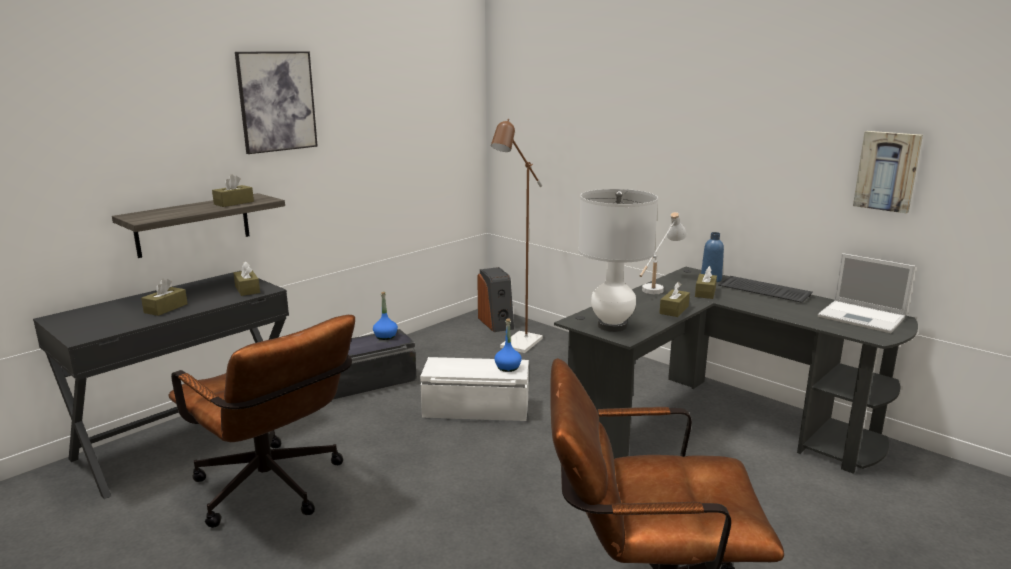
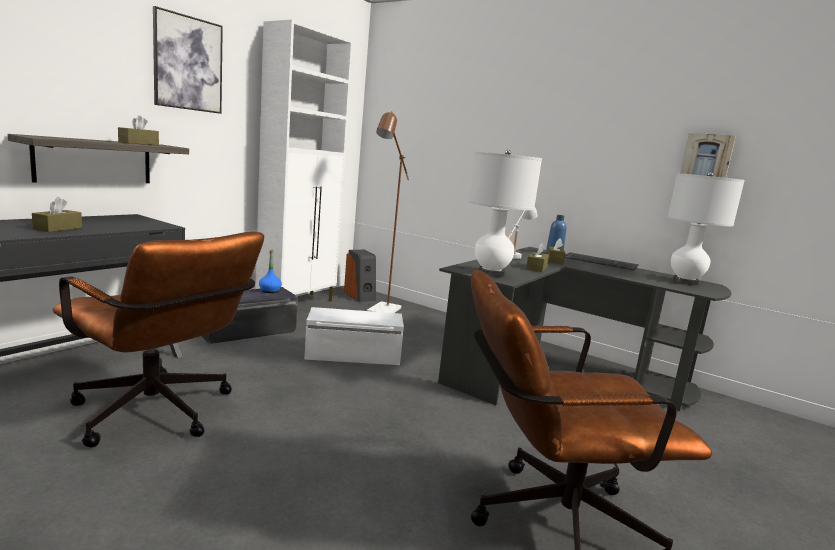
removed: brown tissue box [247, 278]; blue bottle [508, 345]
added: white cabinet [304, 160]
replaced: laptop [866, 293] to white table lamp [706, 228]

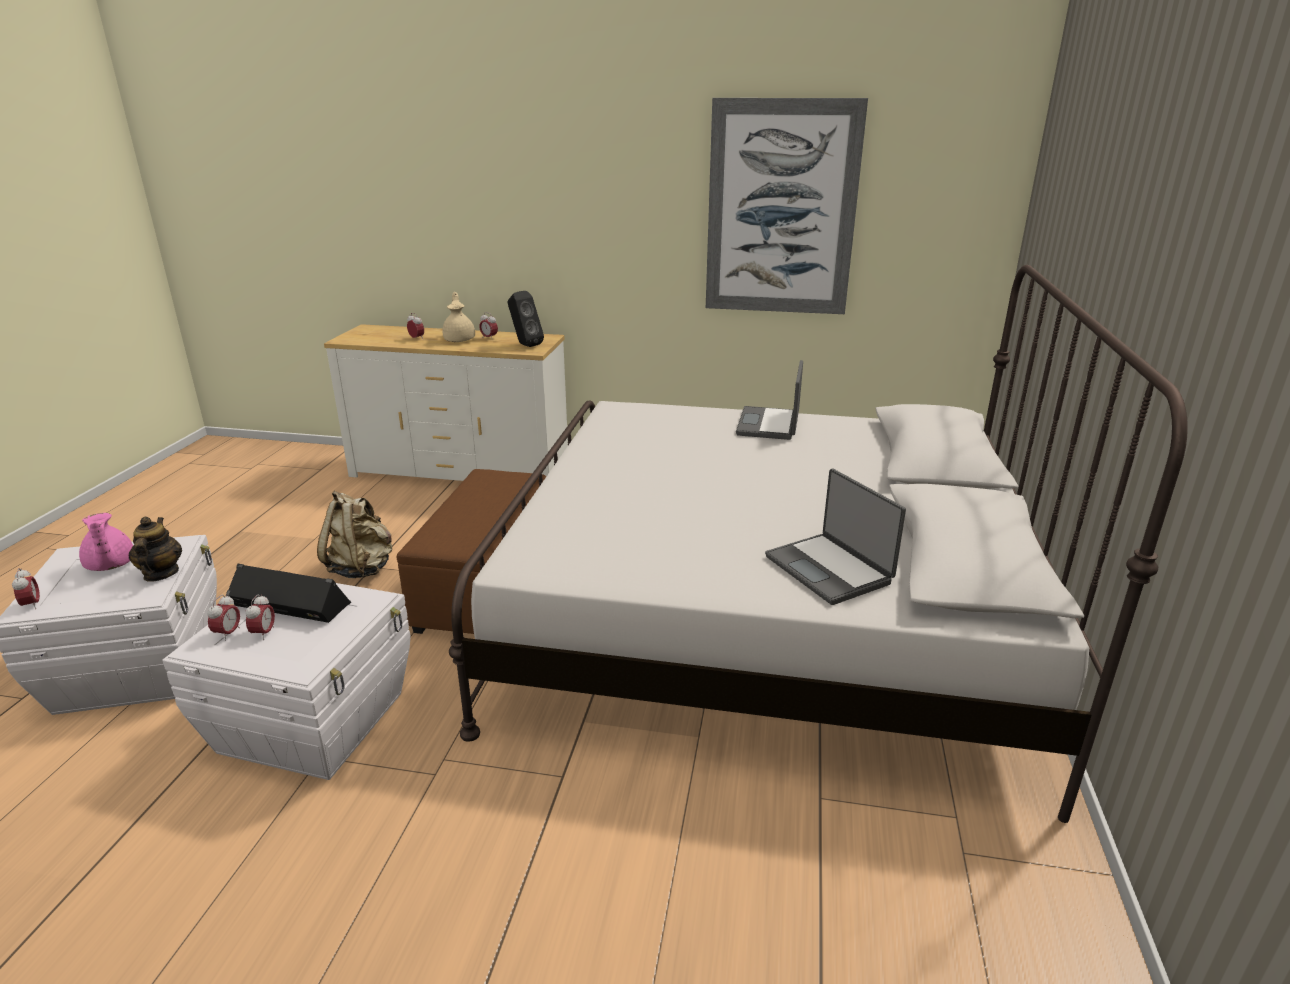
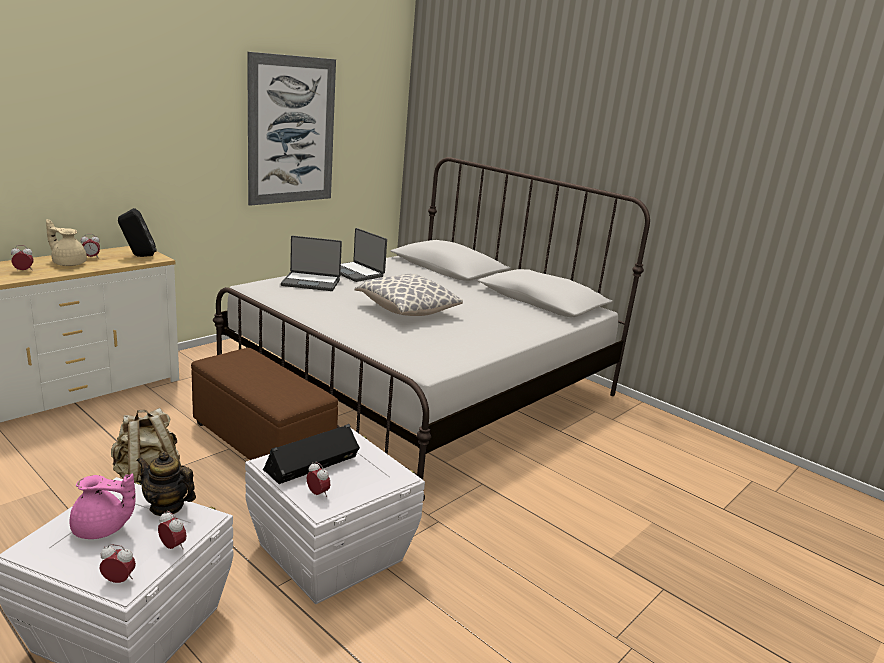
added: pillow [409, 295]
moved: alarm clock [260, 617] to [172, 530]; laptop [835, 537] to [311, 263]

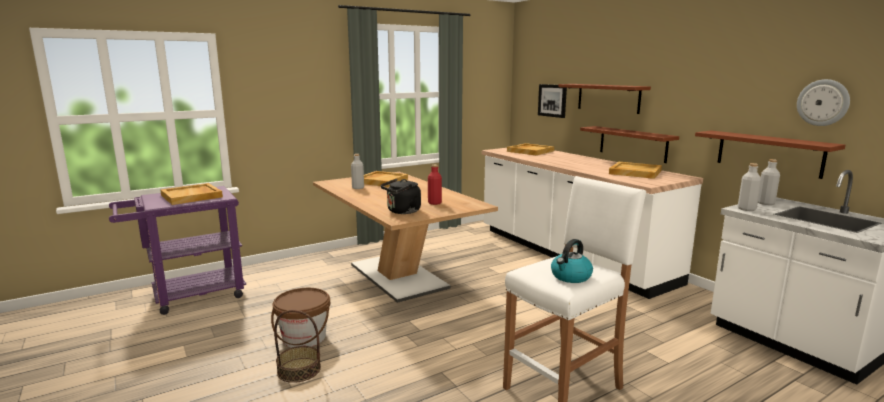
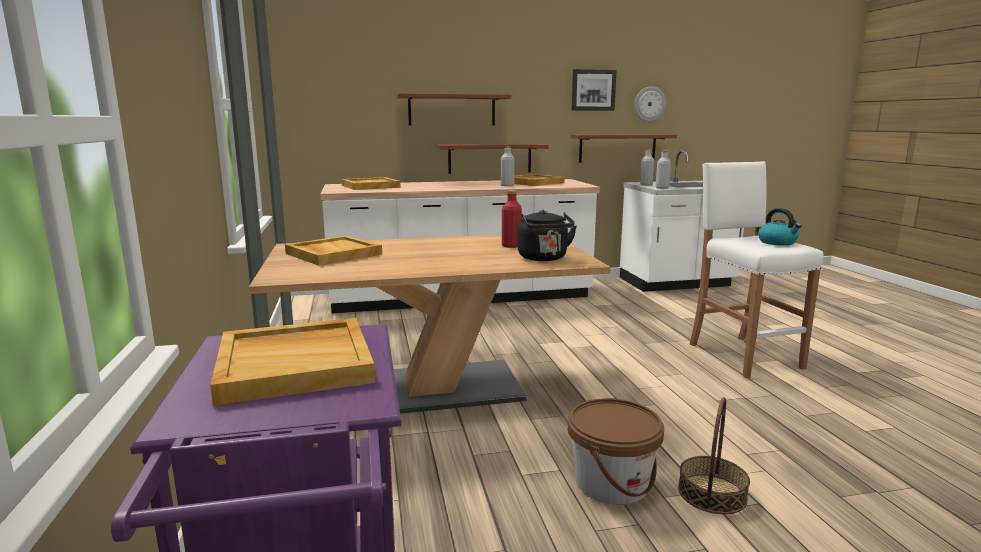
moved: grey bottle [357, 171] to [508, 166]; picture [552, 101] to [594, 90]

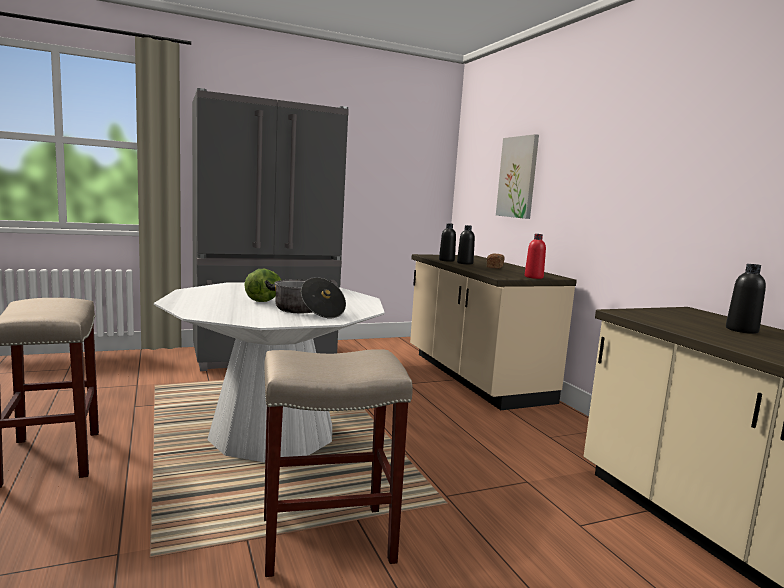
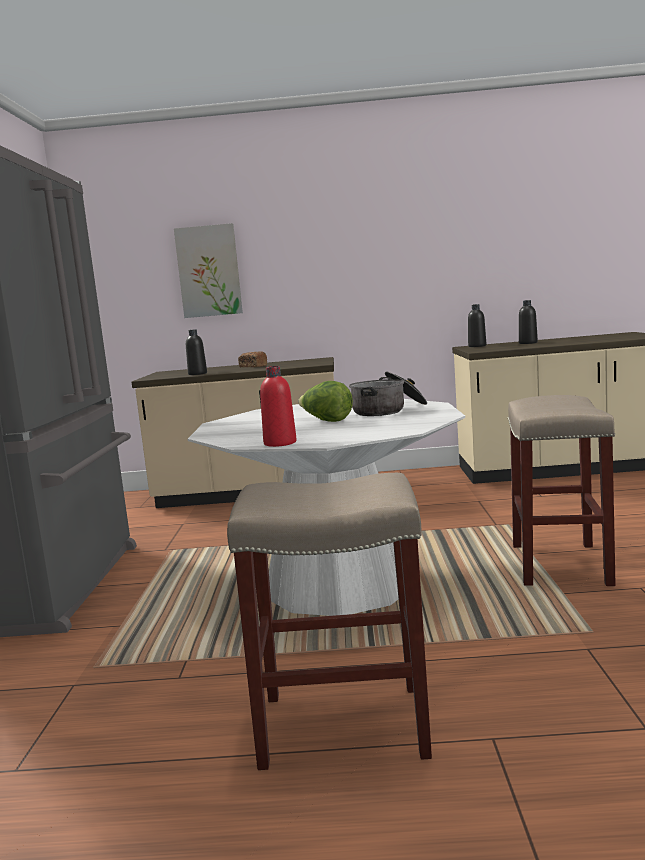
moved: red bottle [535, 256] to [278, 406]; black bottle [466, 244] to [477, 325]

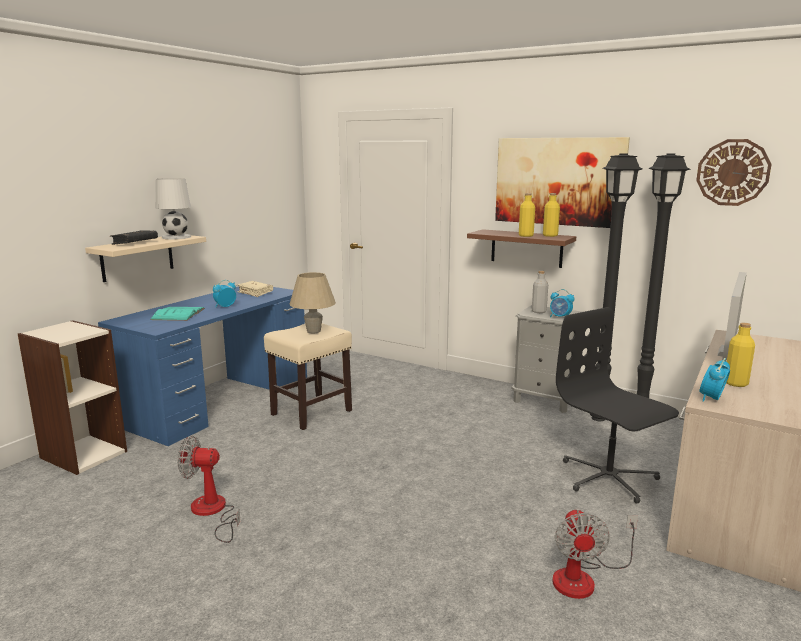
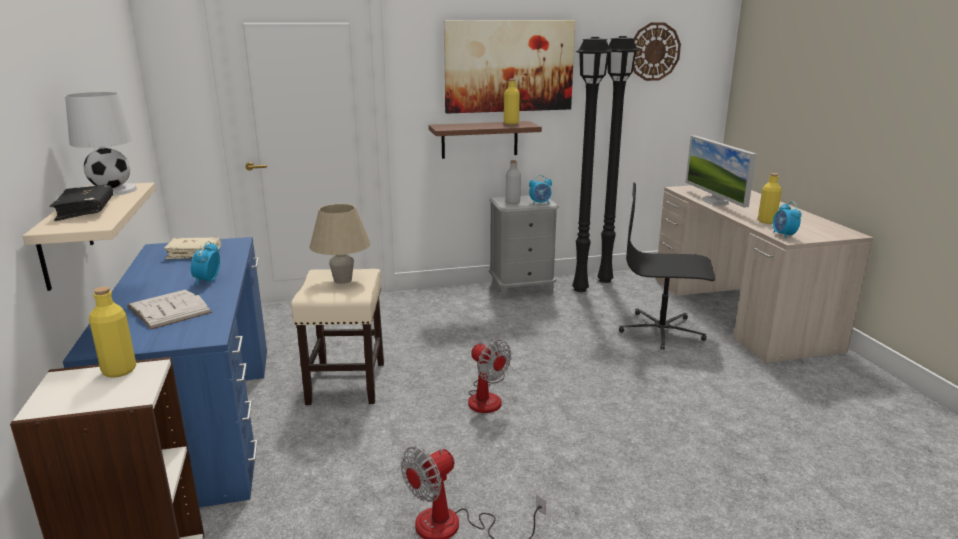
moved: yellow bottle [527, 215] to [112, 332]; fan [595, 554] to [489, 375]
recoloured: turquoise book [177, 314] to white book [169, 309]

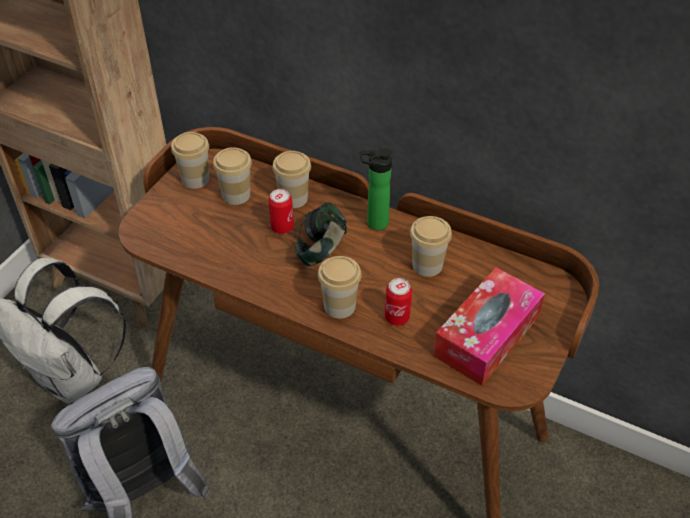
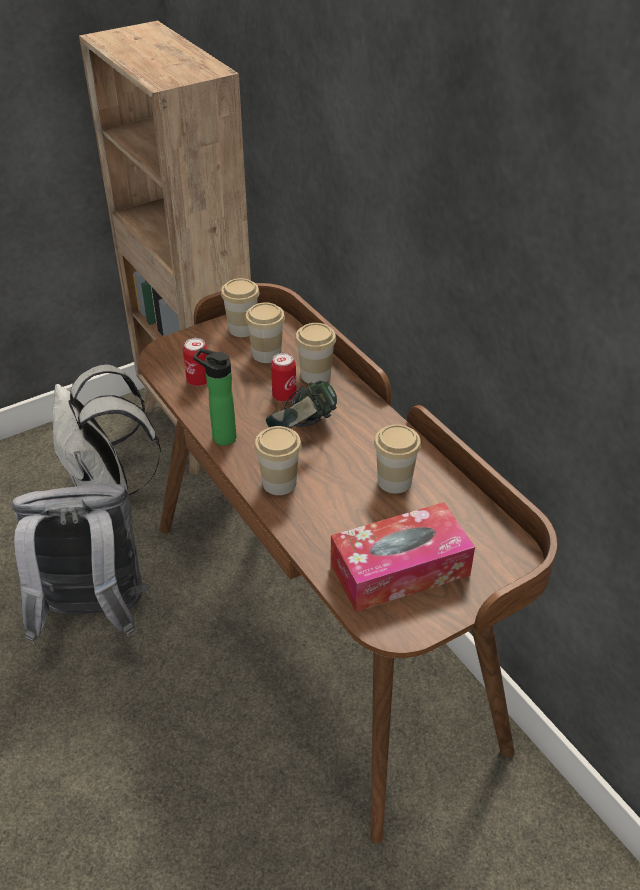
moved: can [398, 302] to [195, 362]; bottle [376, 189] to [214, 397]

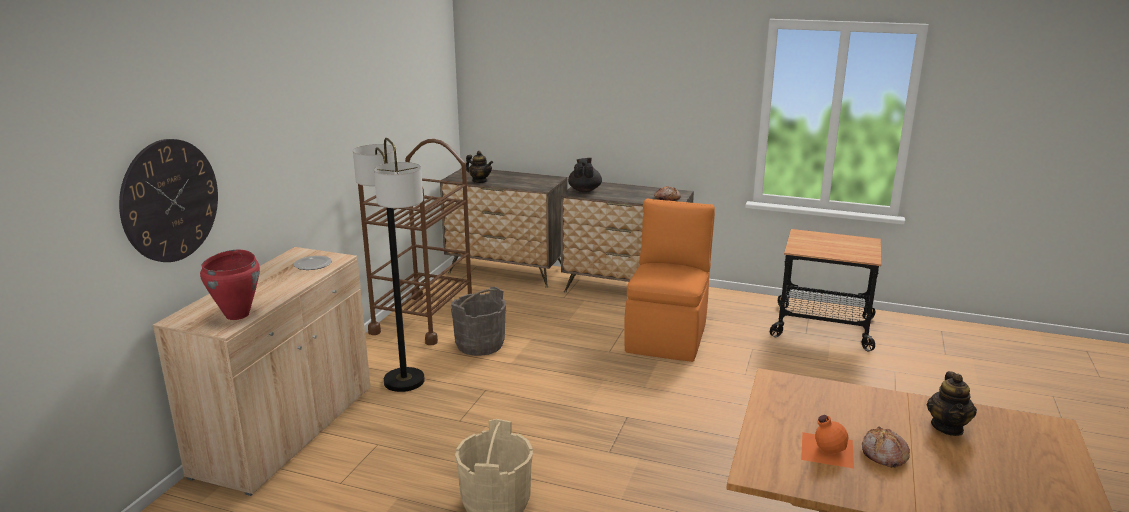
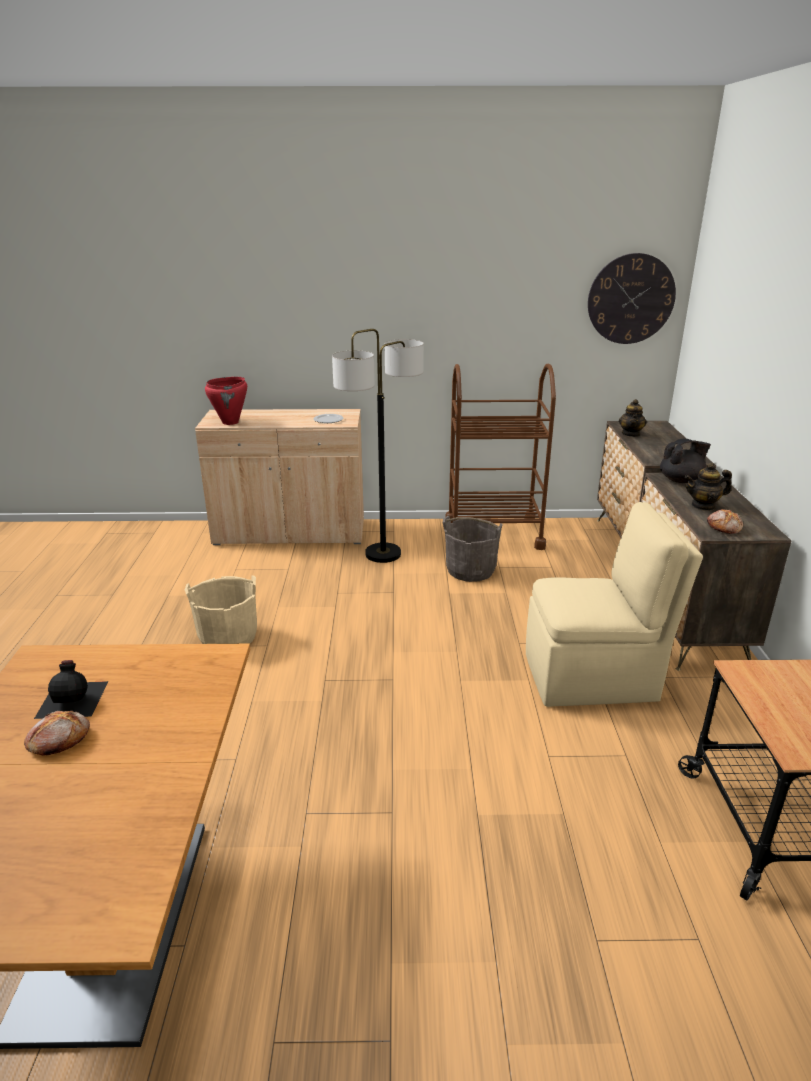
moved: wall clock [168, 200] to [632, 298]; teapot [952, 403] to [708, 487]
recoloured: orange bottle [827, 441] to black bottle [71, 689]; orange chair [669, 280] to beige chair [614, 604]

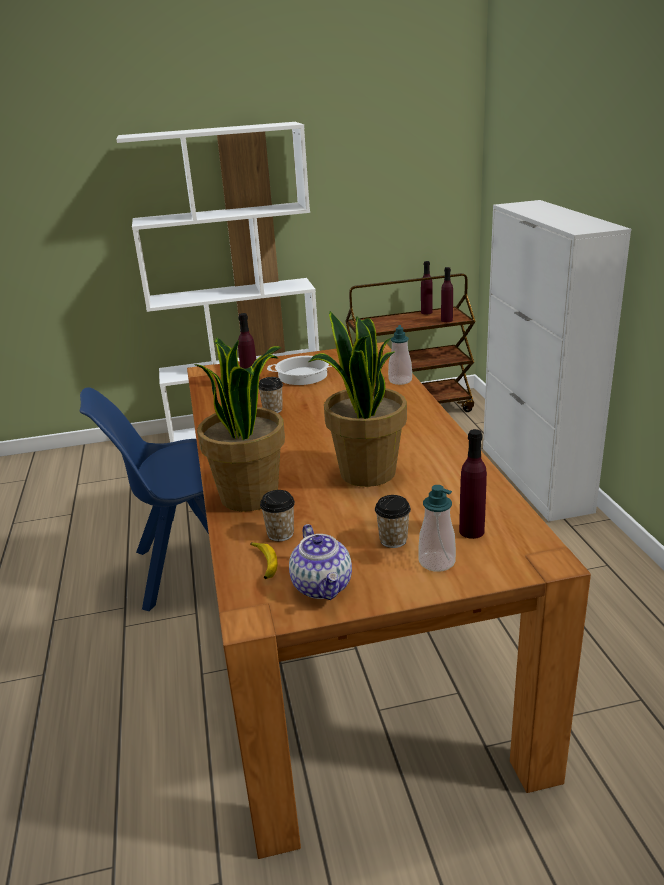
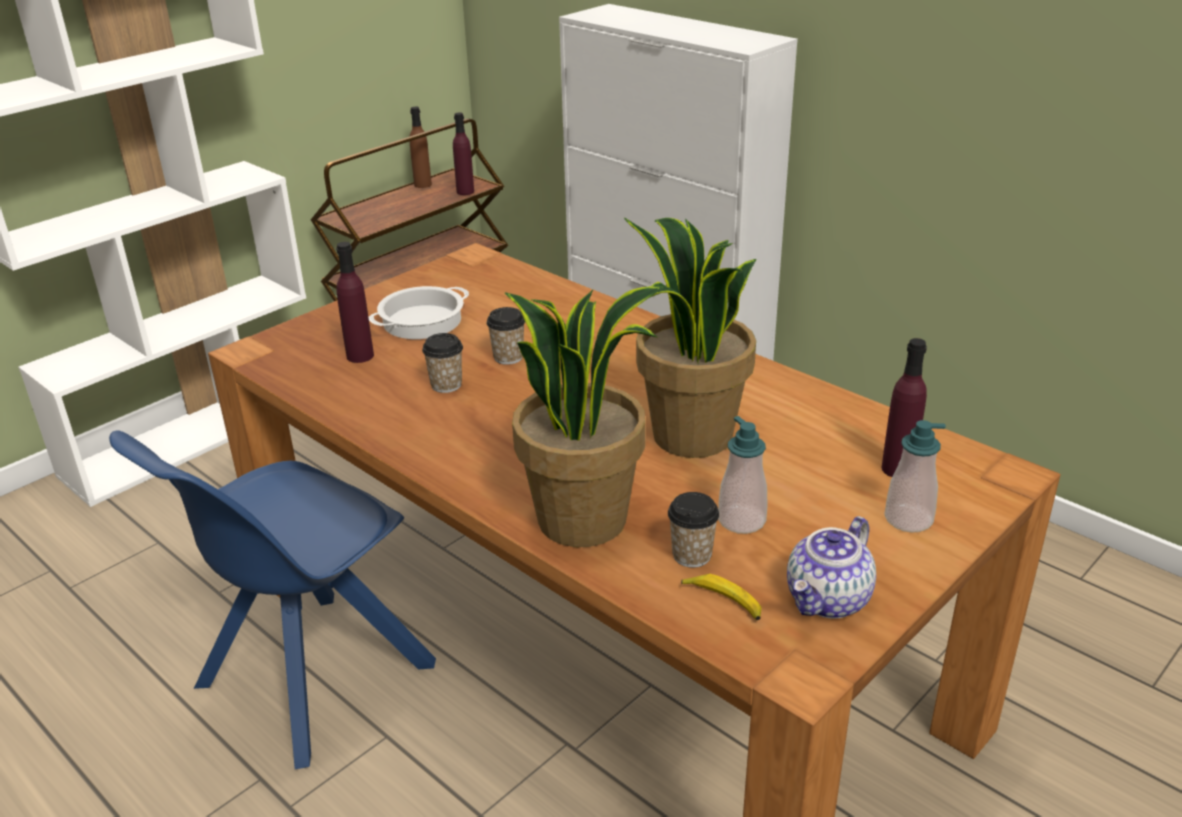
moved: cup [393, 521] to [506, 336]; soap dispenser [400, 355] to [742, 475]
recoloured: purple bottle [426, 287] to brown bottle [421, 147]
turned: teapot [320, 562] = [831, 567] 90 degrees clockwise

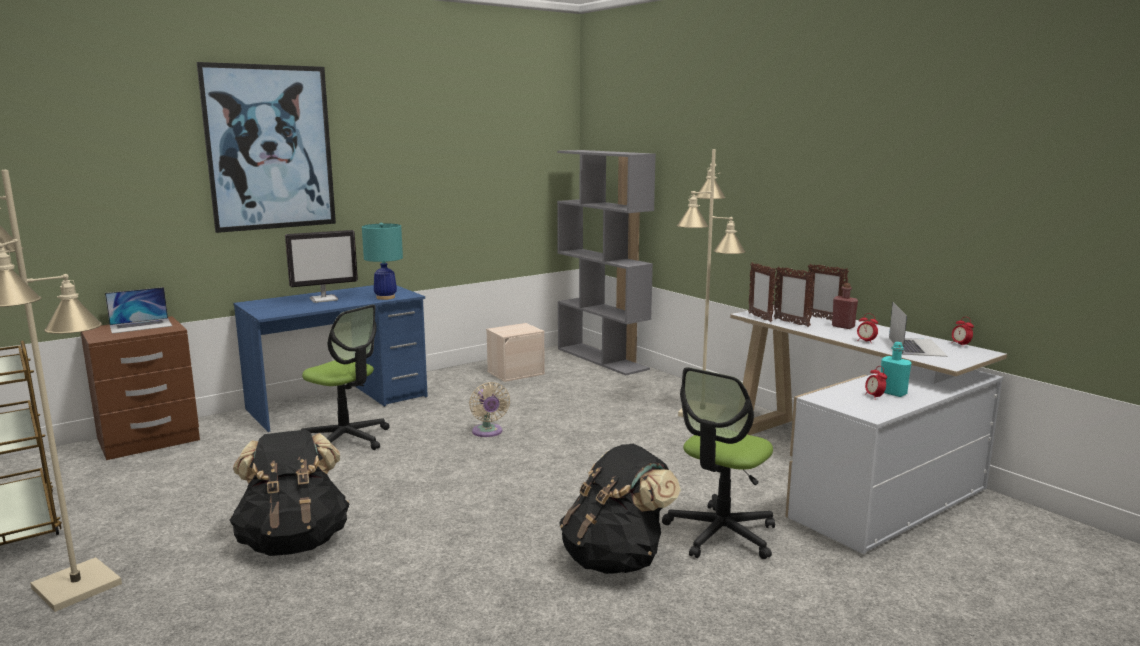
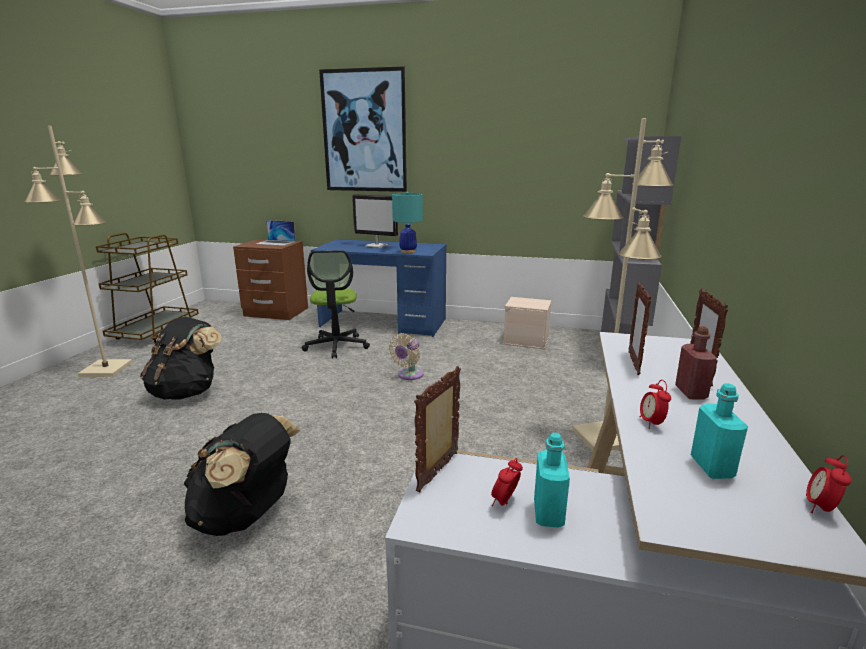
removed: office chair [718, 463]
moved: picture frame [762, 292] to [437, 429]
replaced: laptop [918, 329] to turquoise bottle [719, 431]

